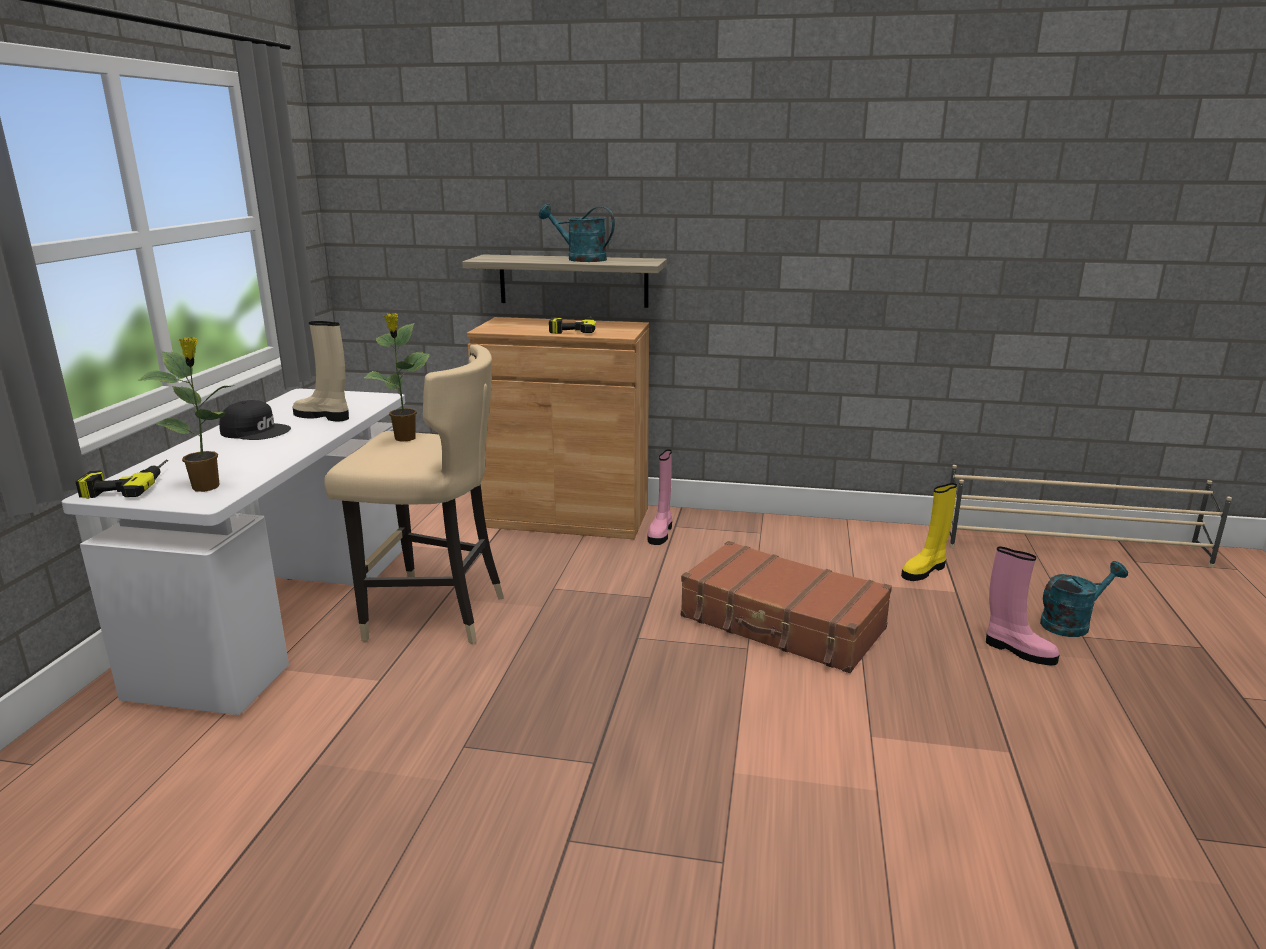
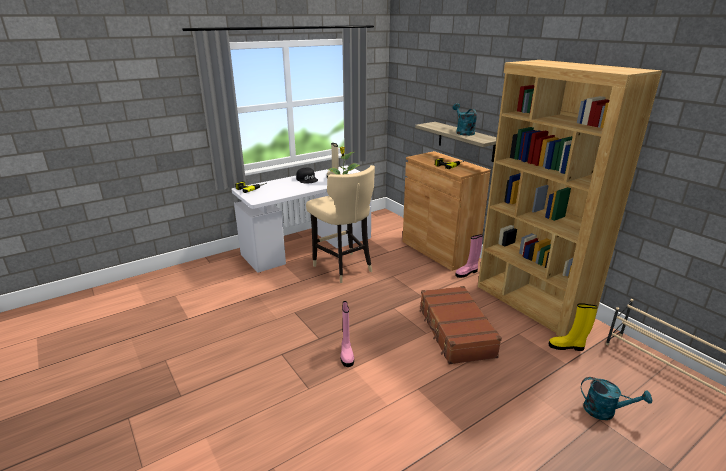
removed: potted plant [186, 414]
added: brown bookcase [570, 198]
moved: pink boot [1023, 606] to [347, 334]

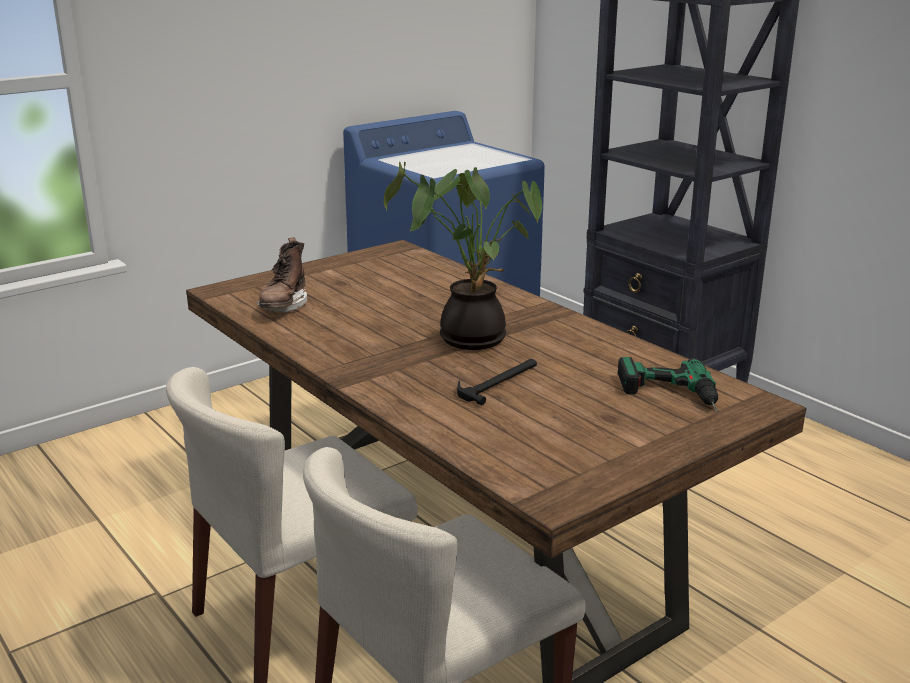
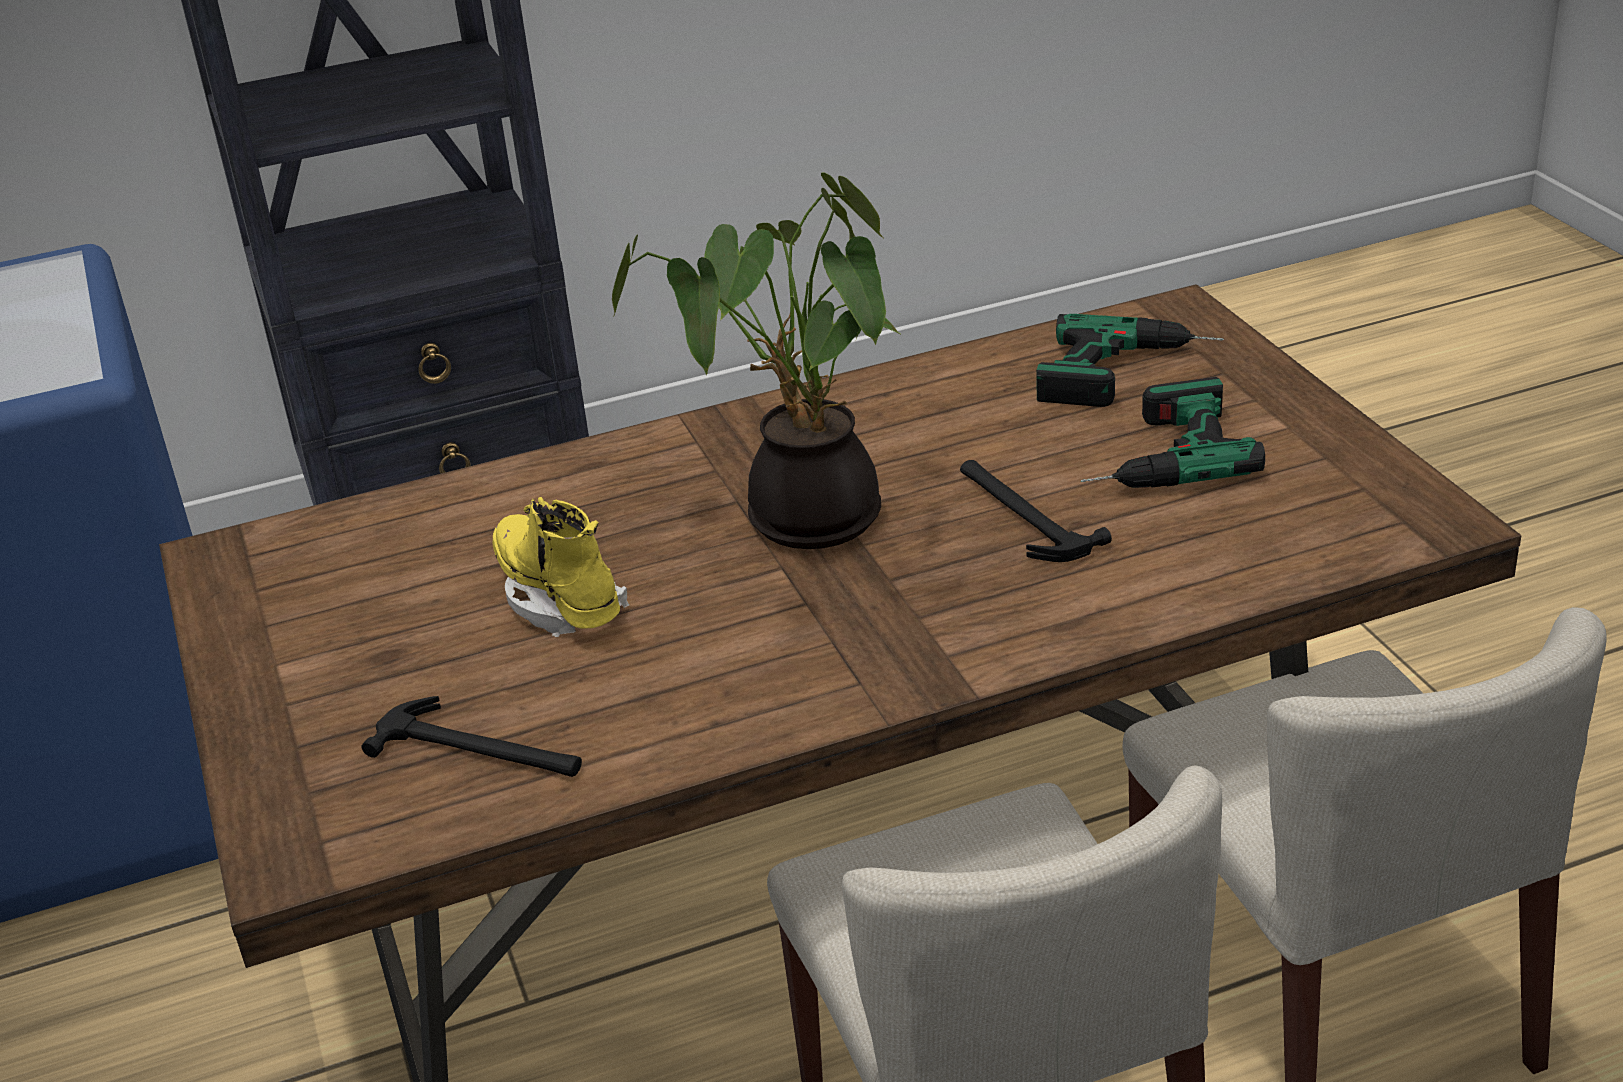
added: yellow boot [560, 567]; power drill [1173, 432]
replaced: brown boot [282, 274] to hammer [472, 736]

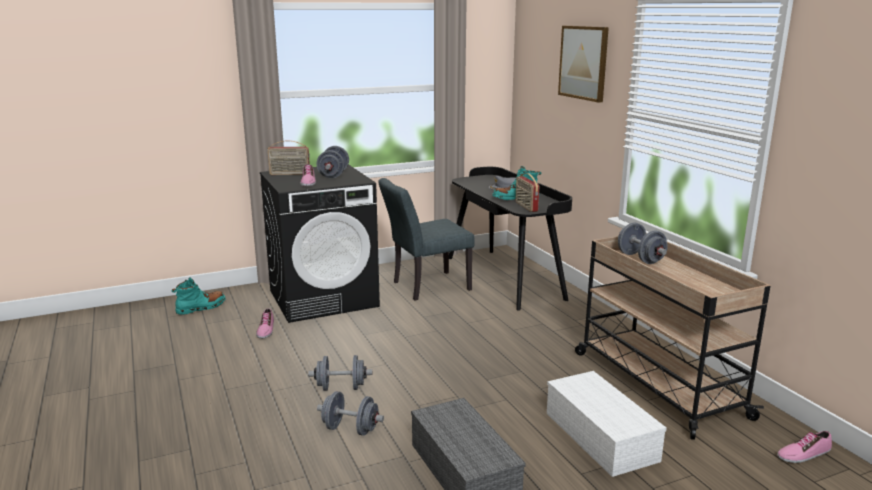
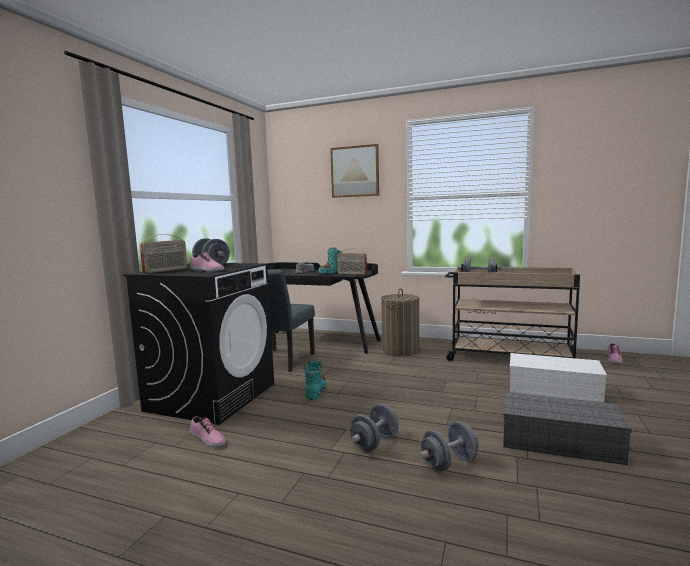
added: laundry basket [400, 322]
moved: turquoise boot [198, 296] to [315, 380]

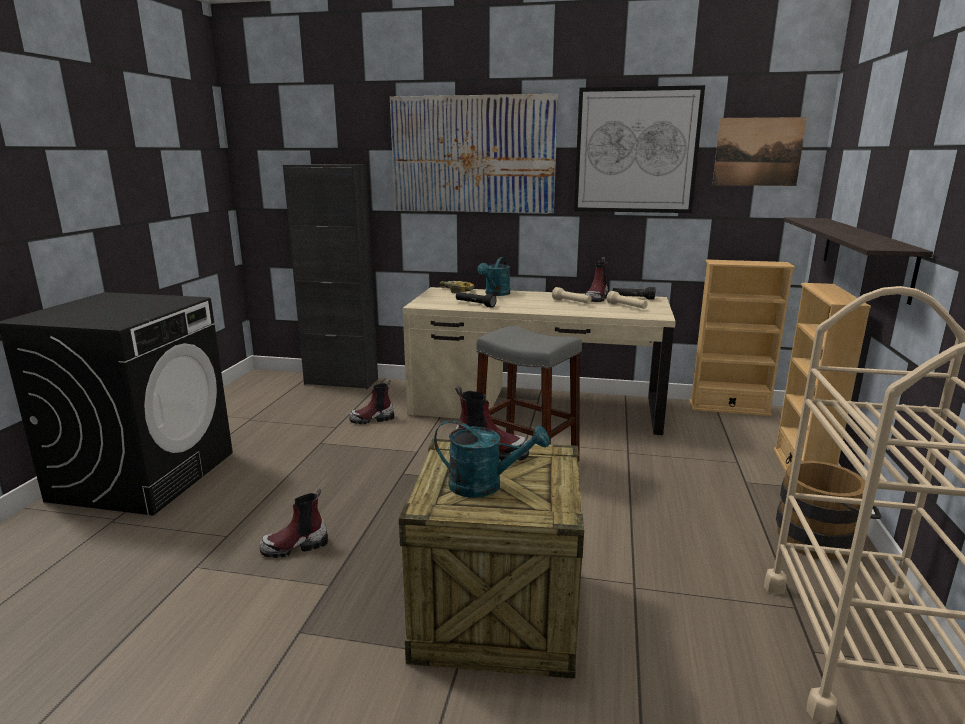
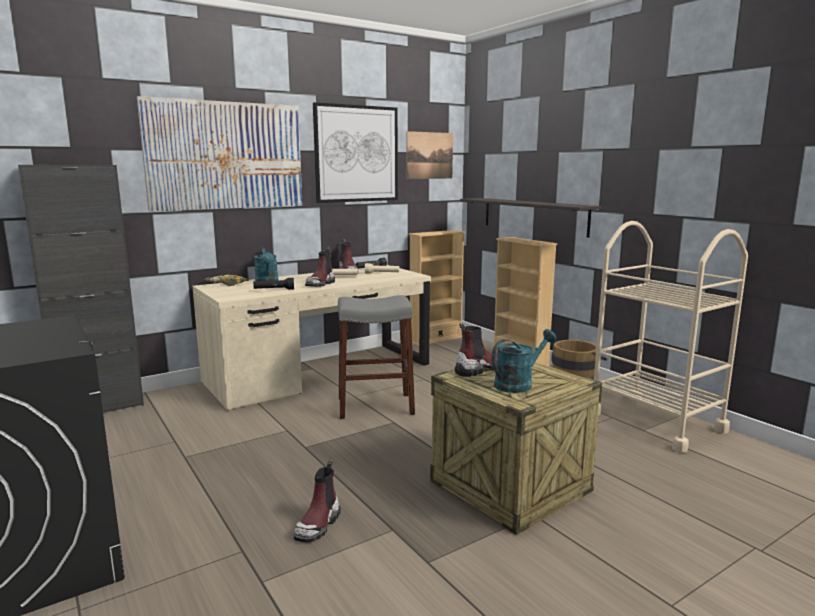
moved: boot [371, 402] to [320, 267]

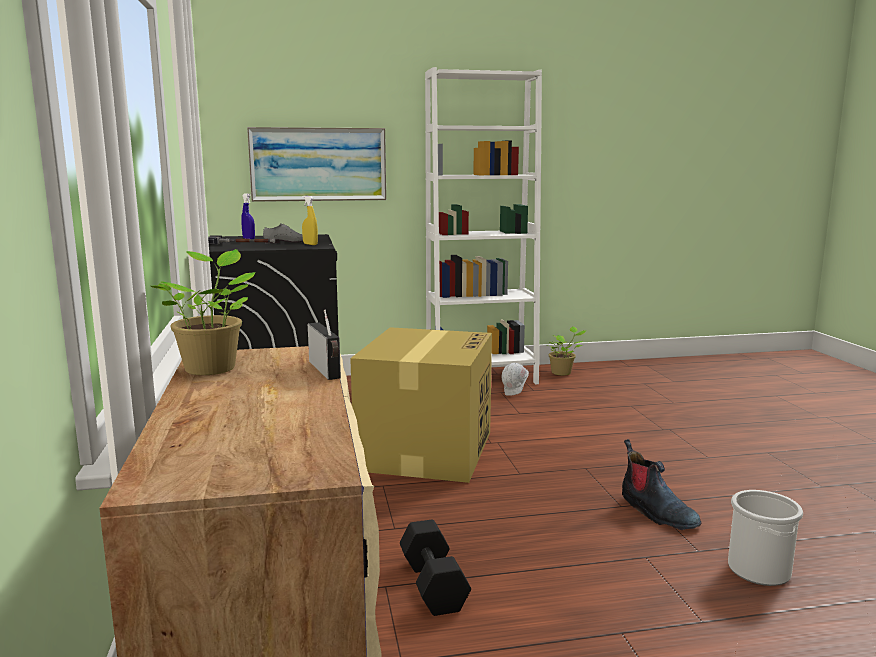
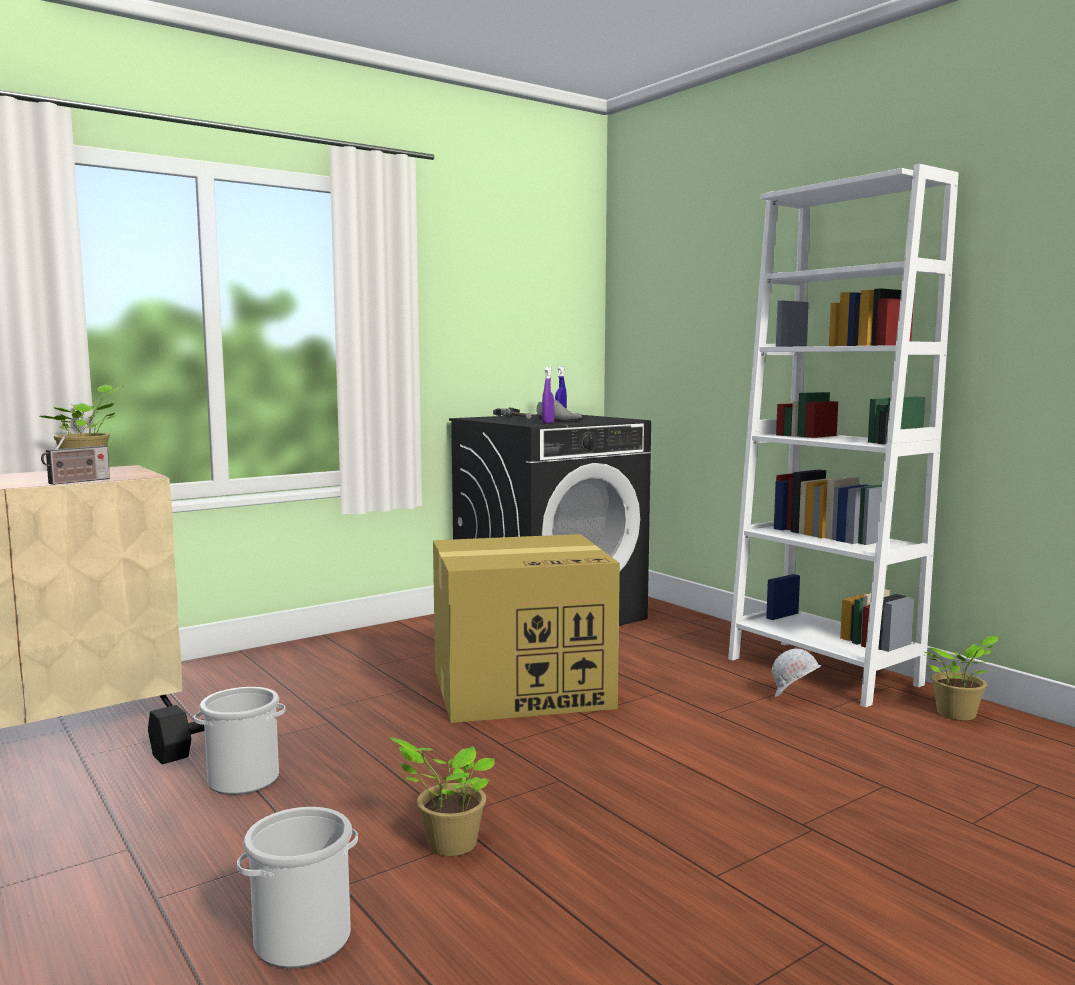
removed: picture [316, 164]
added: bucket [239, 741]
replaced: boot [661, 484] to potted plant [442, 796]
recoloured: yellow spray bottle [310, 220] to purple spray bottle [548, 395]

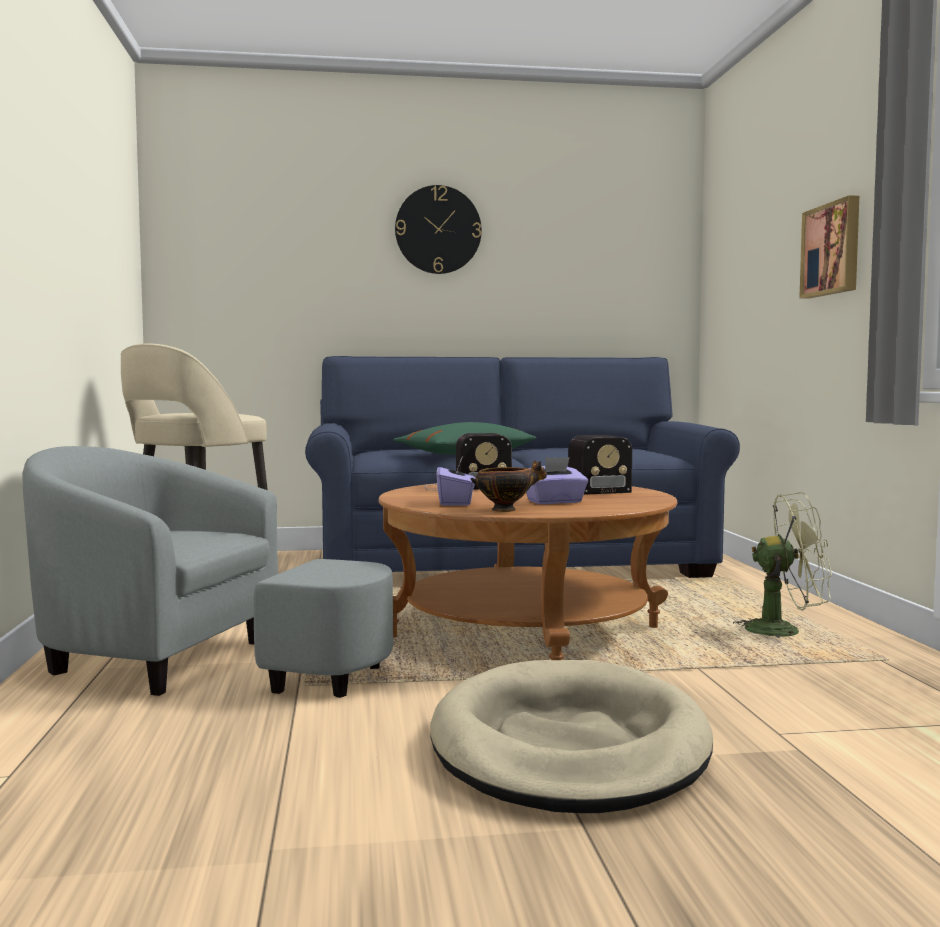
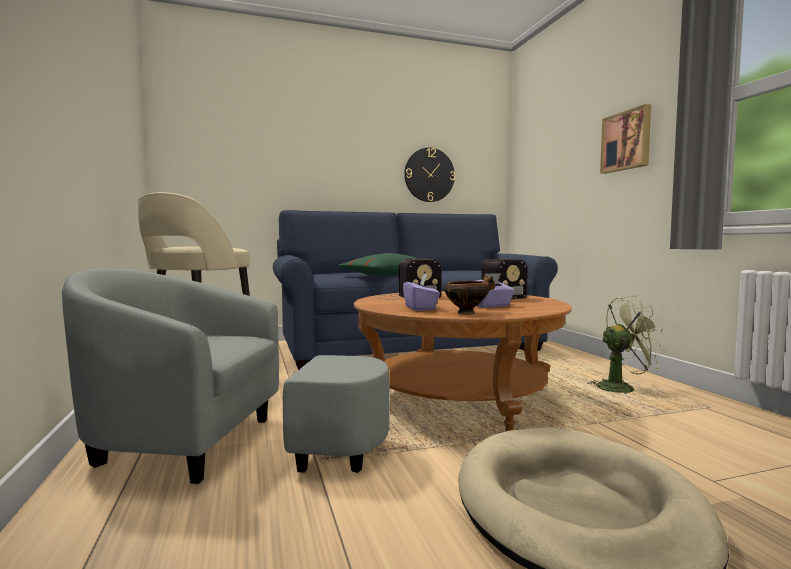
moved: wall clock [438, 229] to [429, 175]

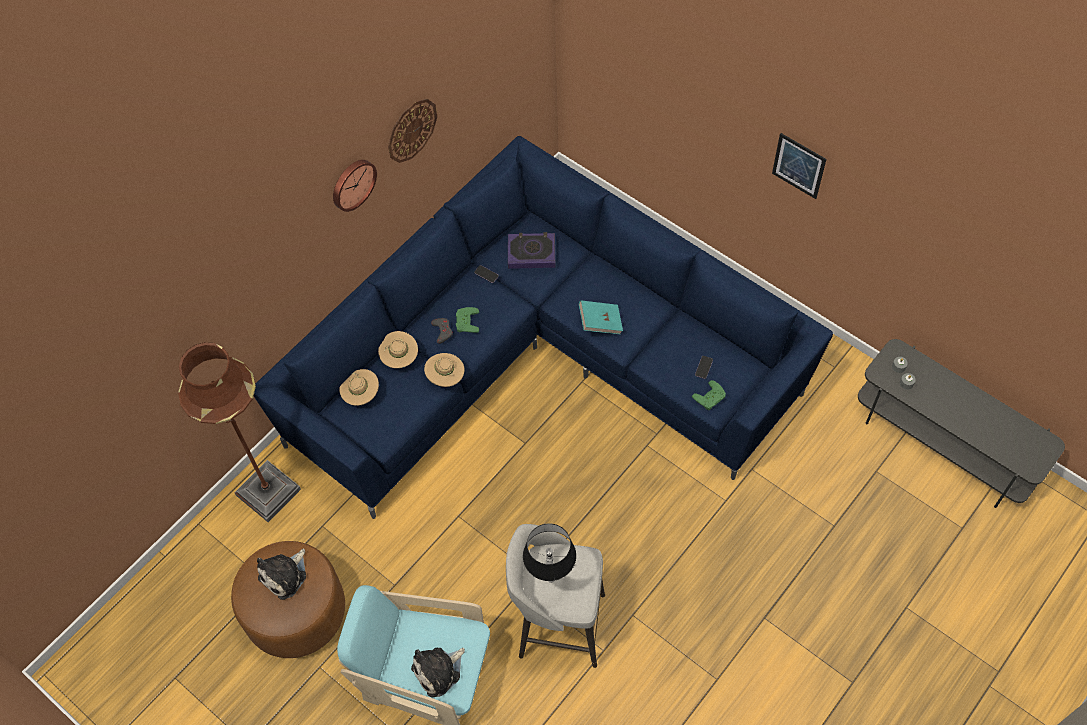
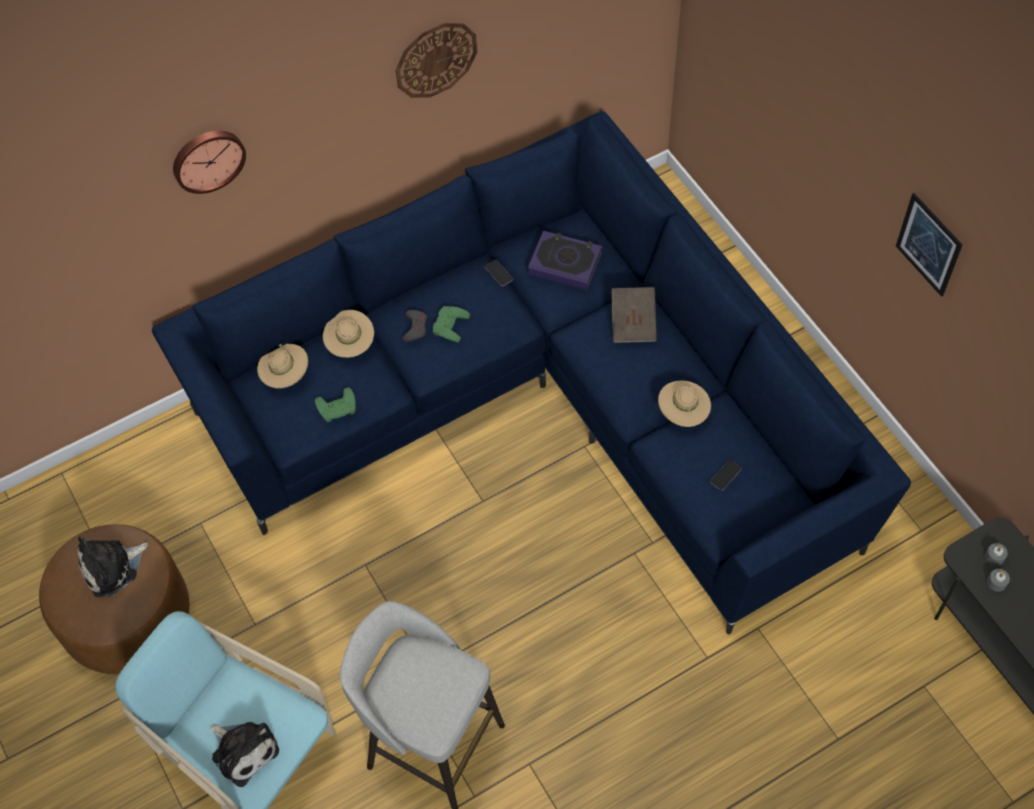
removed: brown floor lamp [239, 432]; black table lamp [549, 553]; turquoise book [601, 317]
added: brown book [634, 315]
moved: wall clock [355, 186] to [209, 162]; green game controller [709, 395] to [335, 405]; beige hat [444, 370] to [684, 404]
turned: plush toy [438, 672] = [244, 754] 120 degrees counterclockwise

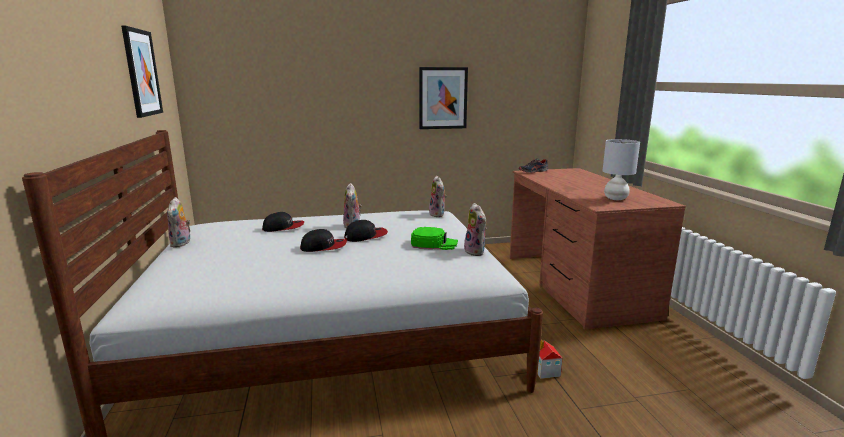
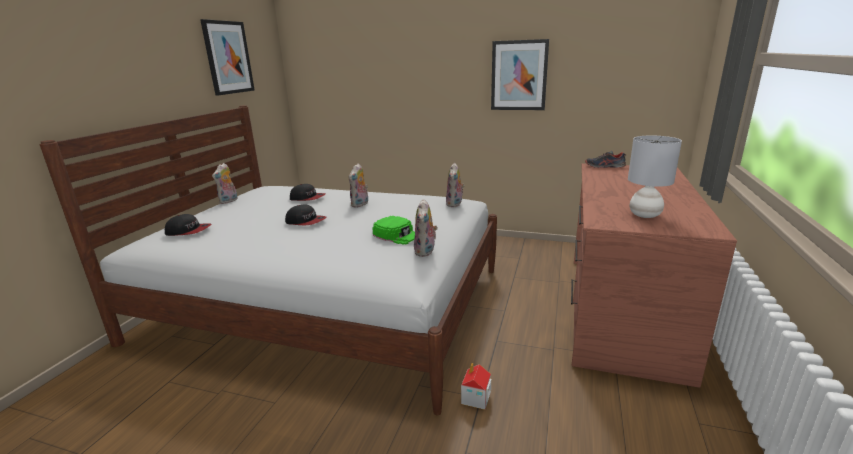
moved: cap [366, 231] to [188, 225]

